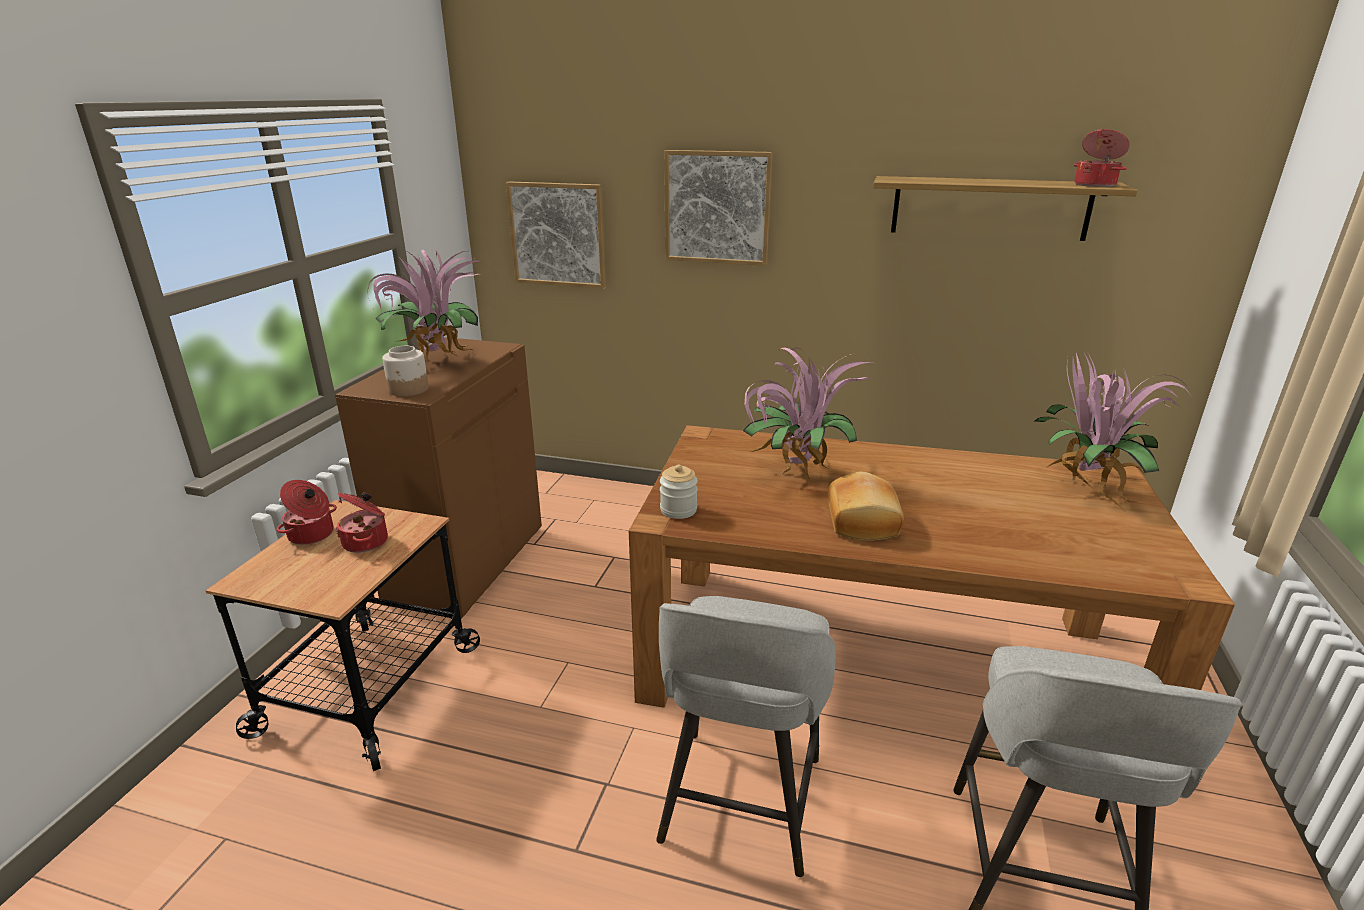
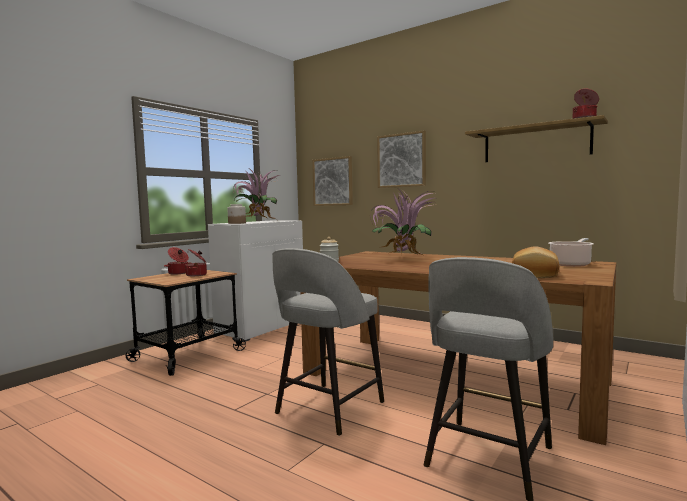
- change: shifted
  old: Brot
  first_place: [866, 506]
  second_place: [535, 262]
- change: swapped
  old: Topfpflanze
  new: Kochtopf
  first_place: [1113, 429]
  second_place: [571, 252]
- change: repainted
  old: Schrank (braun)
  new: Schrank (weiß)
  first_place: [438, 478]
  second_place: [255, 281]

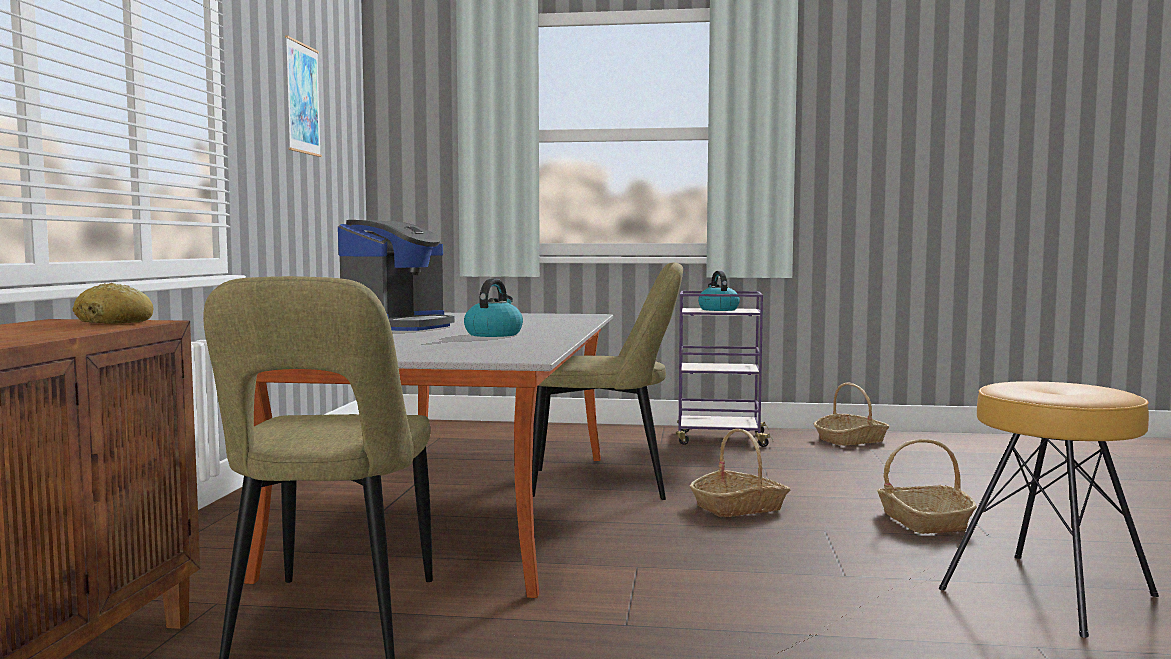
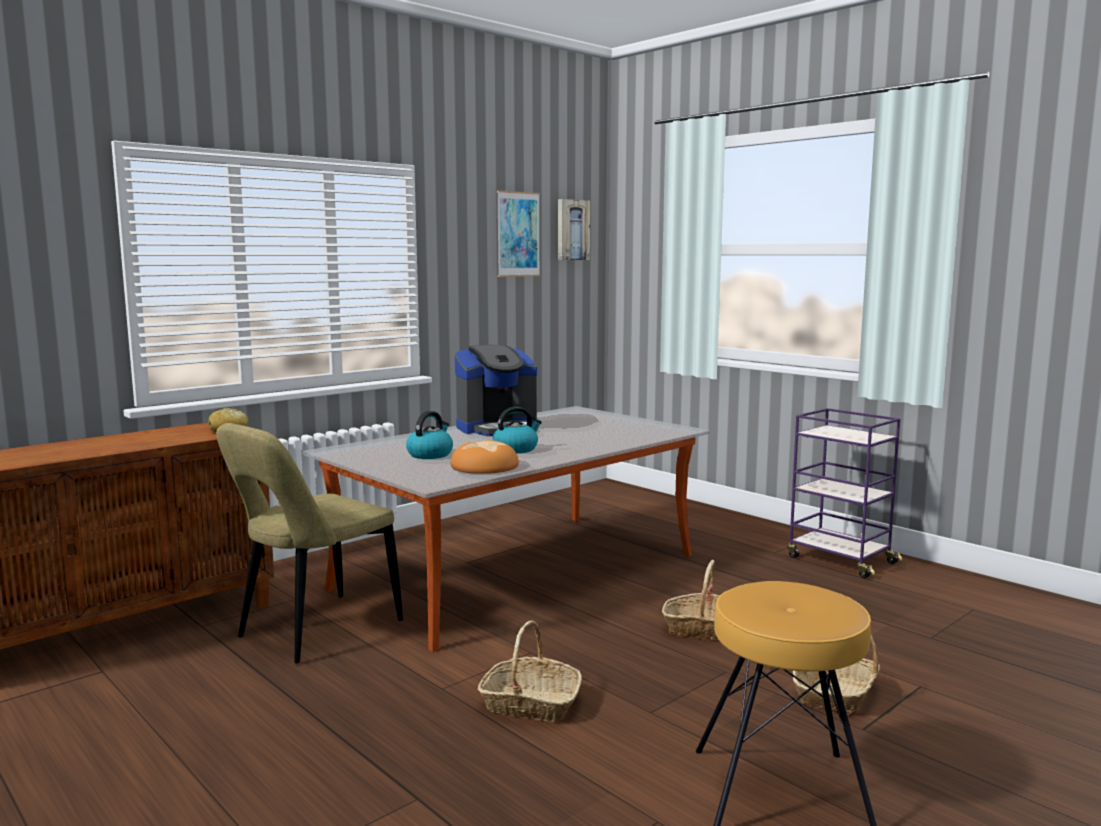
- change: gone
  old: Stuhl (beige)
  first_place: [607, 381]
- change: new
  new: Brot
  second_place: [484, 457]
- change: new
  new: Bild
  second_place: [574, 229]
- change: shifted
  old: Wasserkessel
  first_place: [719, 291]
  second_place: [429, 435]
- change: shifted
  old: Korb
  first_place: [852, 414]
  second_place: [530, 671]

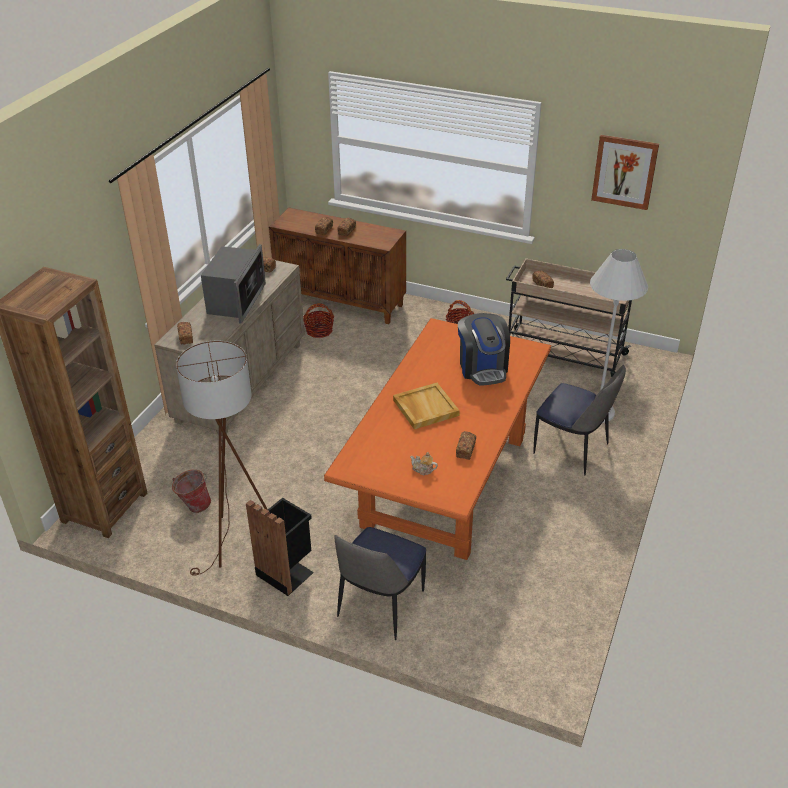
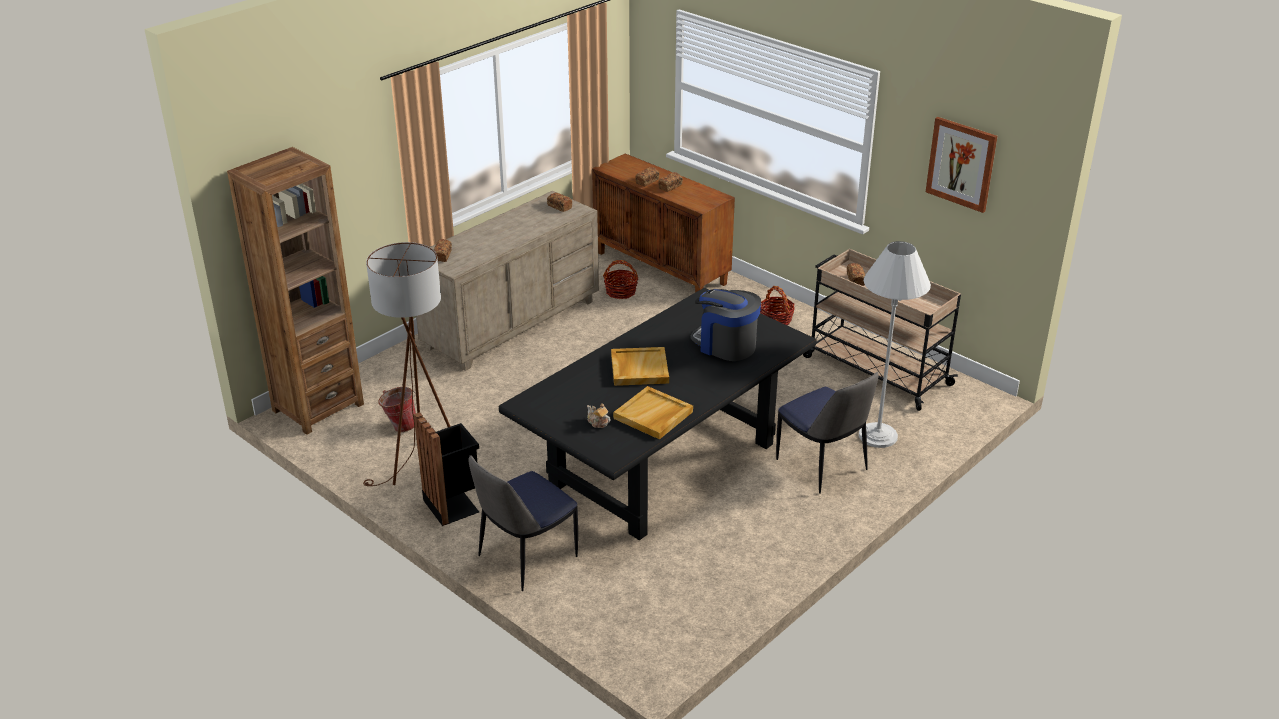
- change: gone
  old: Mikrowelle
  first_place: [233, 284]
- change: swapped
  old: Brot
  new: Tablett (beige)
  first_place: [466, 445]
  second_place: [653, 413]
- change: repainted
  old: Esstisch (orange)
  new: Esstisch (schwarz)
  first_place: [437, 439]
  second_place: [658, 414]
- change: rotated
  old: Kaffeemaschine
  first_place: [484, 349]
  second_place: [725, 325]
  degrees: 120

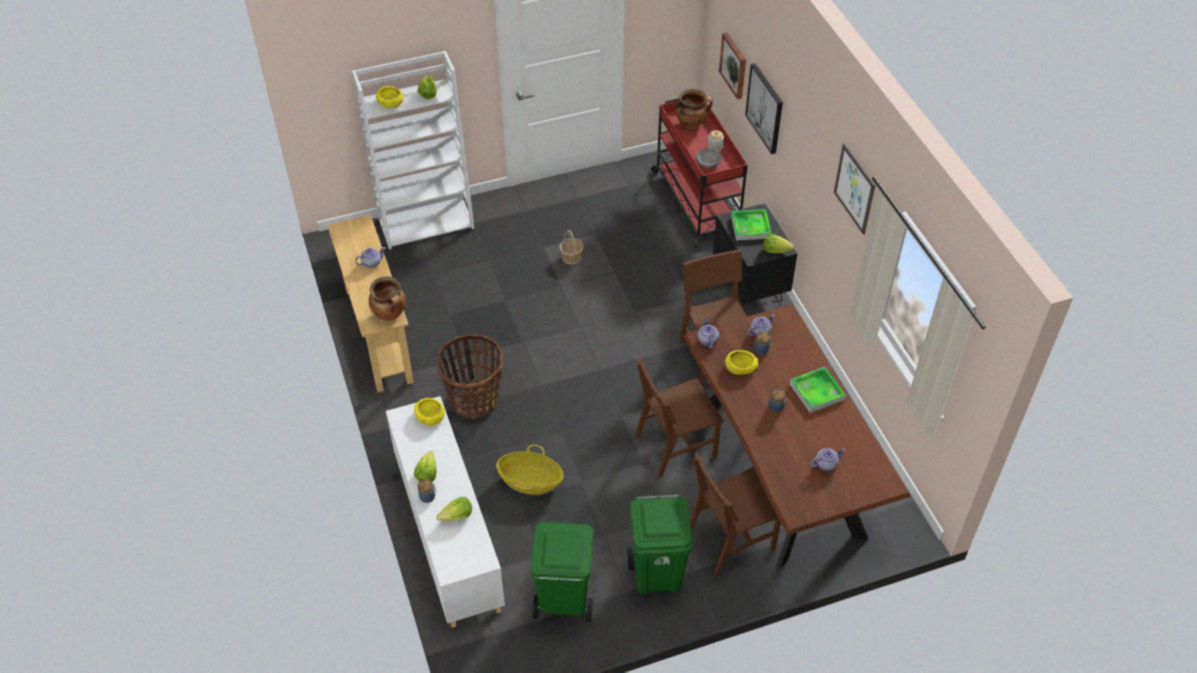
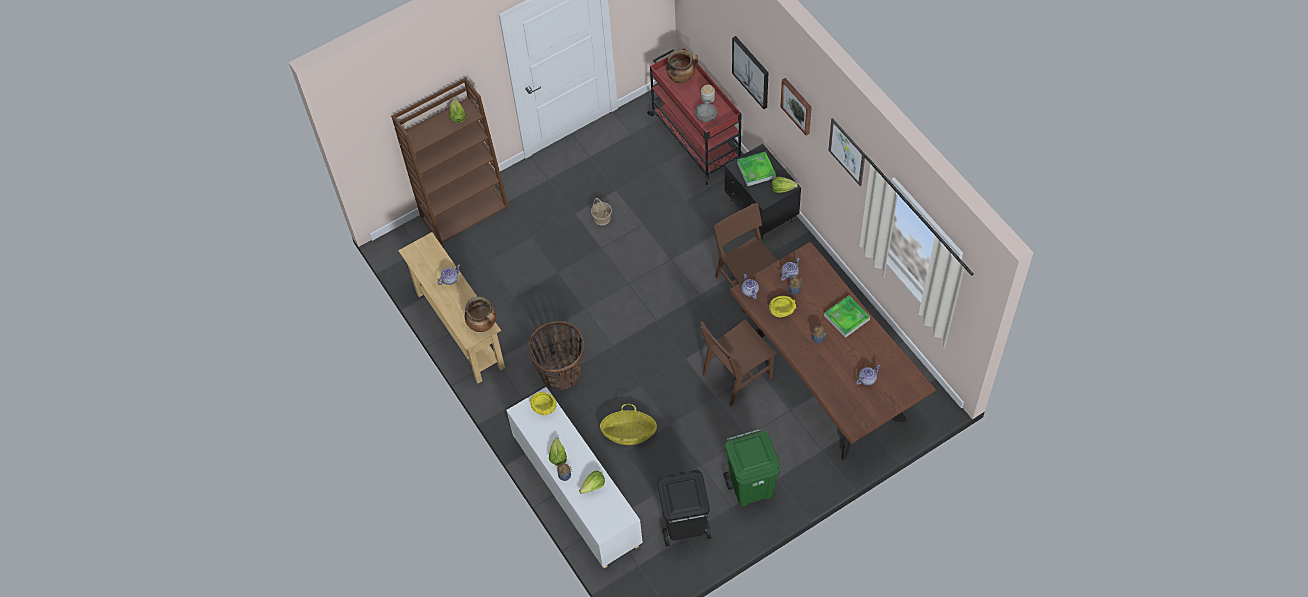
- change: gone
  old: Schüssel (gelb)
  first_place: [390, 97]
- change: gone
  old: Stuhl (braun)
  first_place: [735, 513]
- change: shifted
  old: Bild
  first_place: [732, 65]
  second_place: [796, 107]
- change: repainted
  old: Bücherregal (weiß)
  new: Bücherregal (braun)
  first_place: [413, 150]
  second_place: [450, 161]
- change: repainted
  old: Mülleimer (grün)
  new: Mülleimer (schwarz)
  first_place: [561, 572]
  second_place: [684, 508]

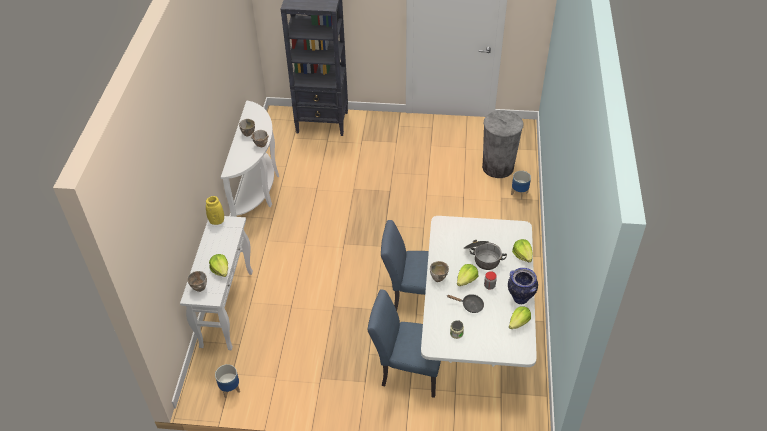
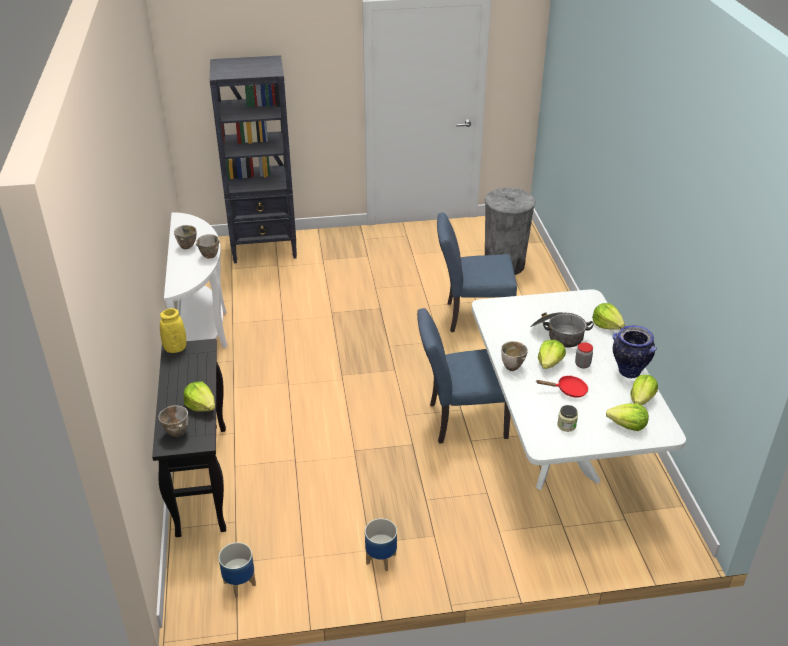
- change: new
  new: Salatkopf
  second_place: [627, 417]
- change: shifted
  old: Stuhl (blau)
  first_place: [404, 343]
  second_place: [477, 272]
- change: shifted
  old: Pflanzkübel
  first_place: [521, 185]
  second_place: [381, 544]
- change: repainted
  old: Konsolentisch (weiß)
  new: Konsolentisch (schwarz)
  first_place: [216, 283]
  second_place: [189, 438]
- change: repainted
  old: Pfanne (schwarz)
  new: Pfanne (rot)
  first_place: [465, 303]
  second_place: [562, 387]

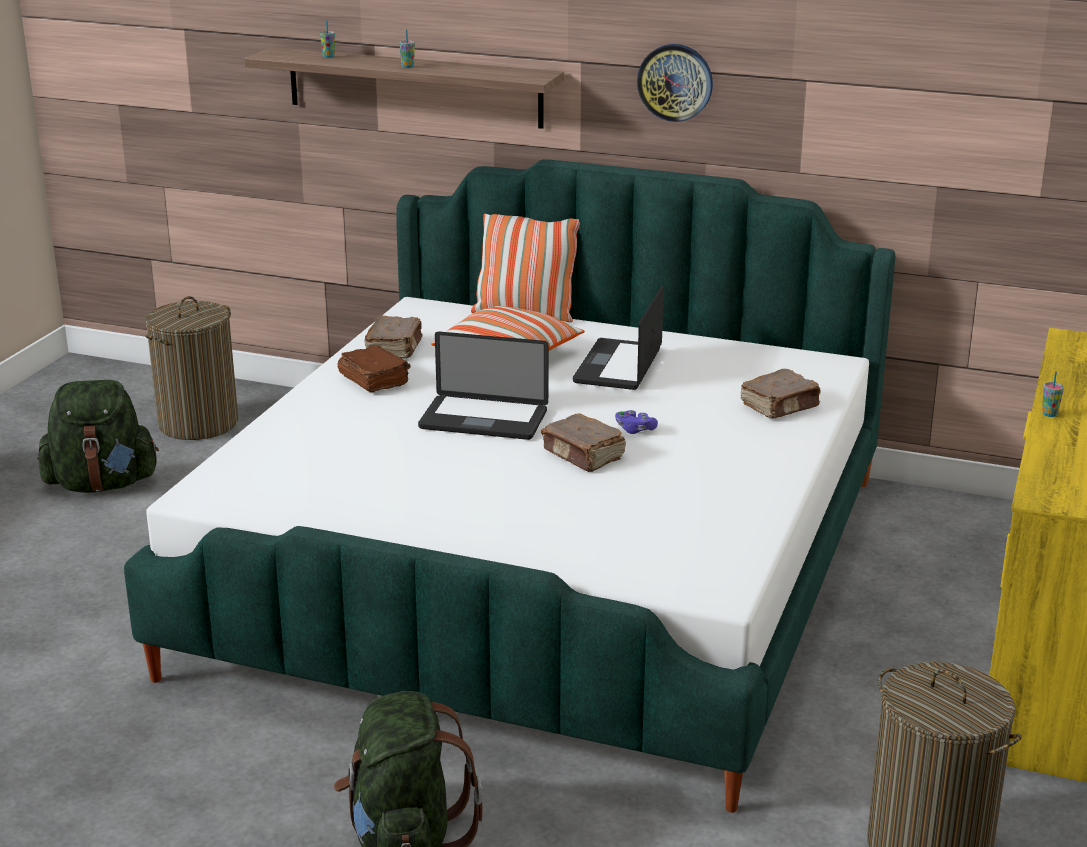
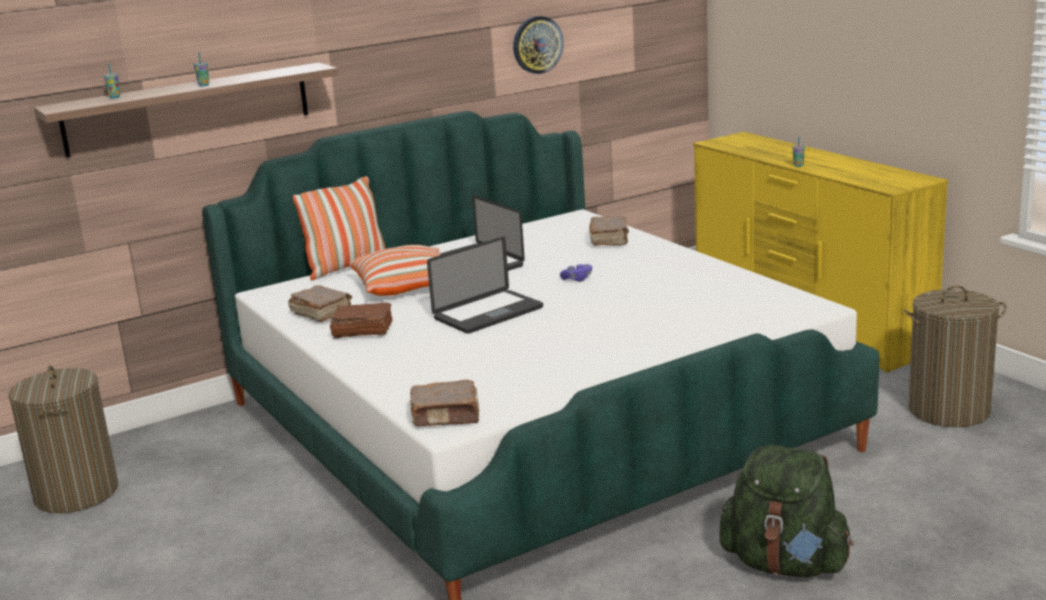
- change: gone
  old: Rucksack (grün)
  first_place: [98, 436]
- change: shifted
  old: Buch (braun)
  first_place: [583, 442]
  second_place: [445, 402]
- change: shifted
  old: Wanduhr
  first_place: [675, 83]
  second_place: [538, 45]

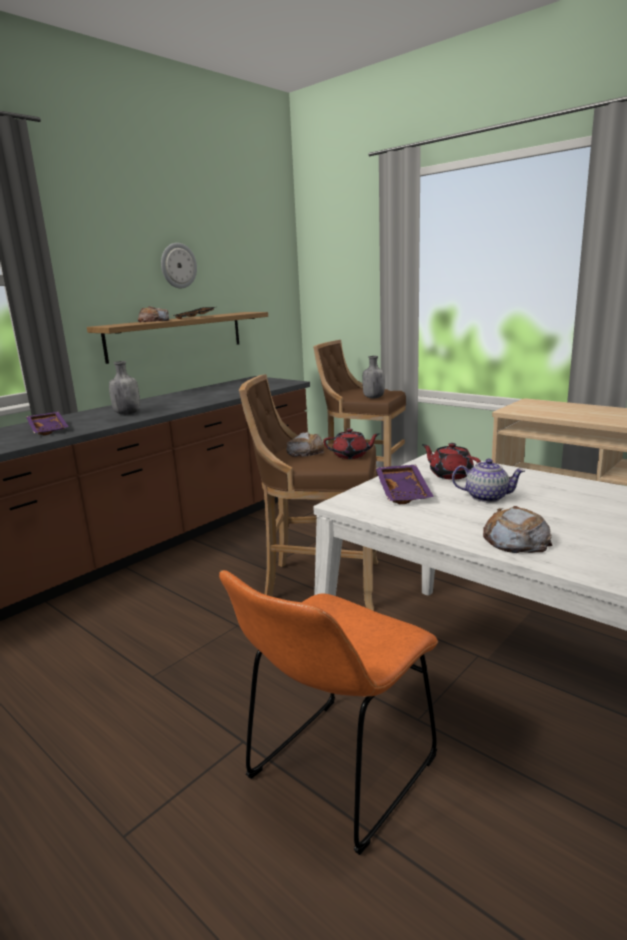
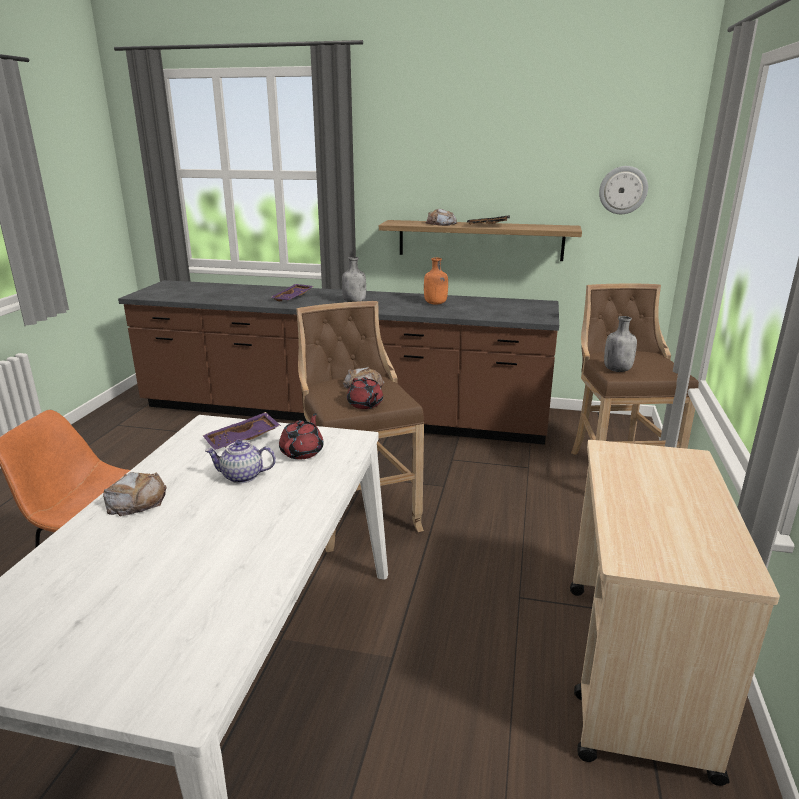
- change: new
  new: Flasche (orange)
  second_place: [436, 281]
- change: shifted
  old: Wanduhr
  first_place: [179, 265]
  second_place: [623, 190]
- change: rotated
  old: Teekanne
  first_place: [488, 480]
  second_place: [240, 461]
  degrees: 105

